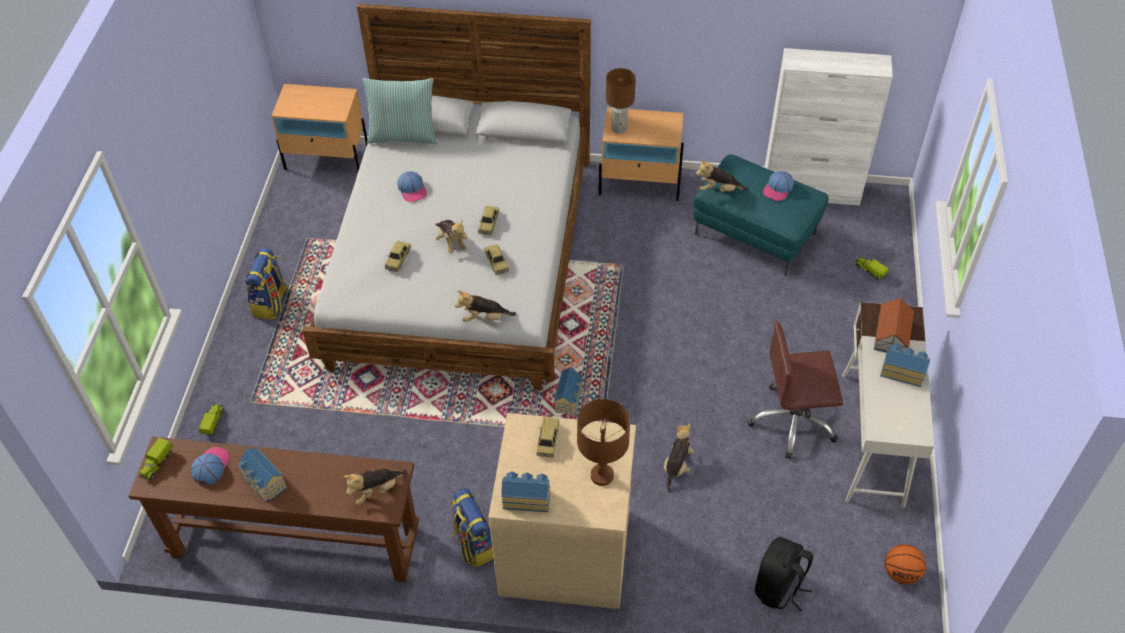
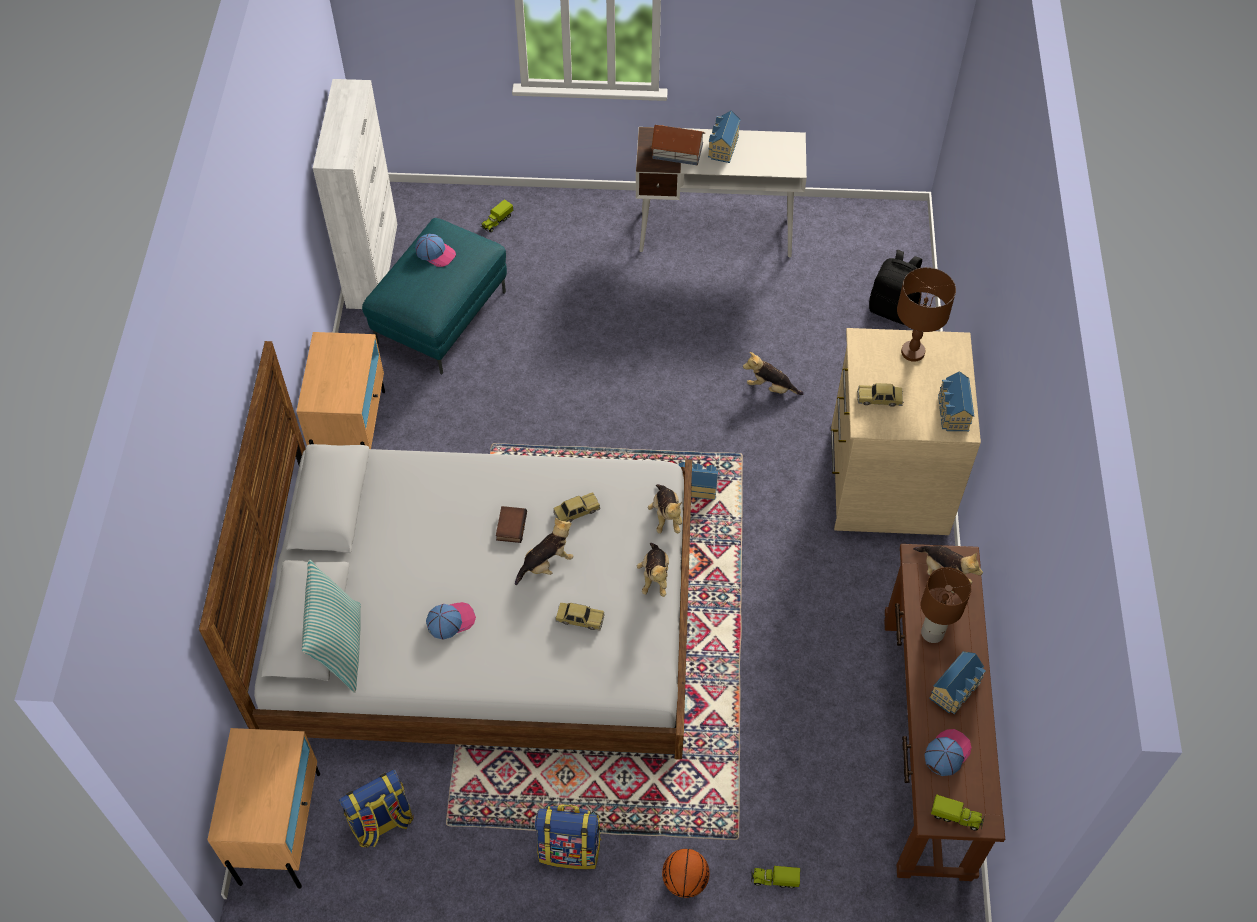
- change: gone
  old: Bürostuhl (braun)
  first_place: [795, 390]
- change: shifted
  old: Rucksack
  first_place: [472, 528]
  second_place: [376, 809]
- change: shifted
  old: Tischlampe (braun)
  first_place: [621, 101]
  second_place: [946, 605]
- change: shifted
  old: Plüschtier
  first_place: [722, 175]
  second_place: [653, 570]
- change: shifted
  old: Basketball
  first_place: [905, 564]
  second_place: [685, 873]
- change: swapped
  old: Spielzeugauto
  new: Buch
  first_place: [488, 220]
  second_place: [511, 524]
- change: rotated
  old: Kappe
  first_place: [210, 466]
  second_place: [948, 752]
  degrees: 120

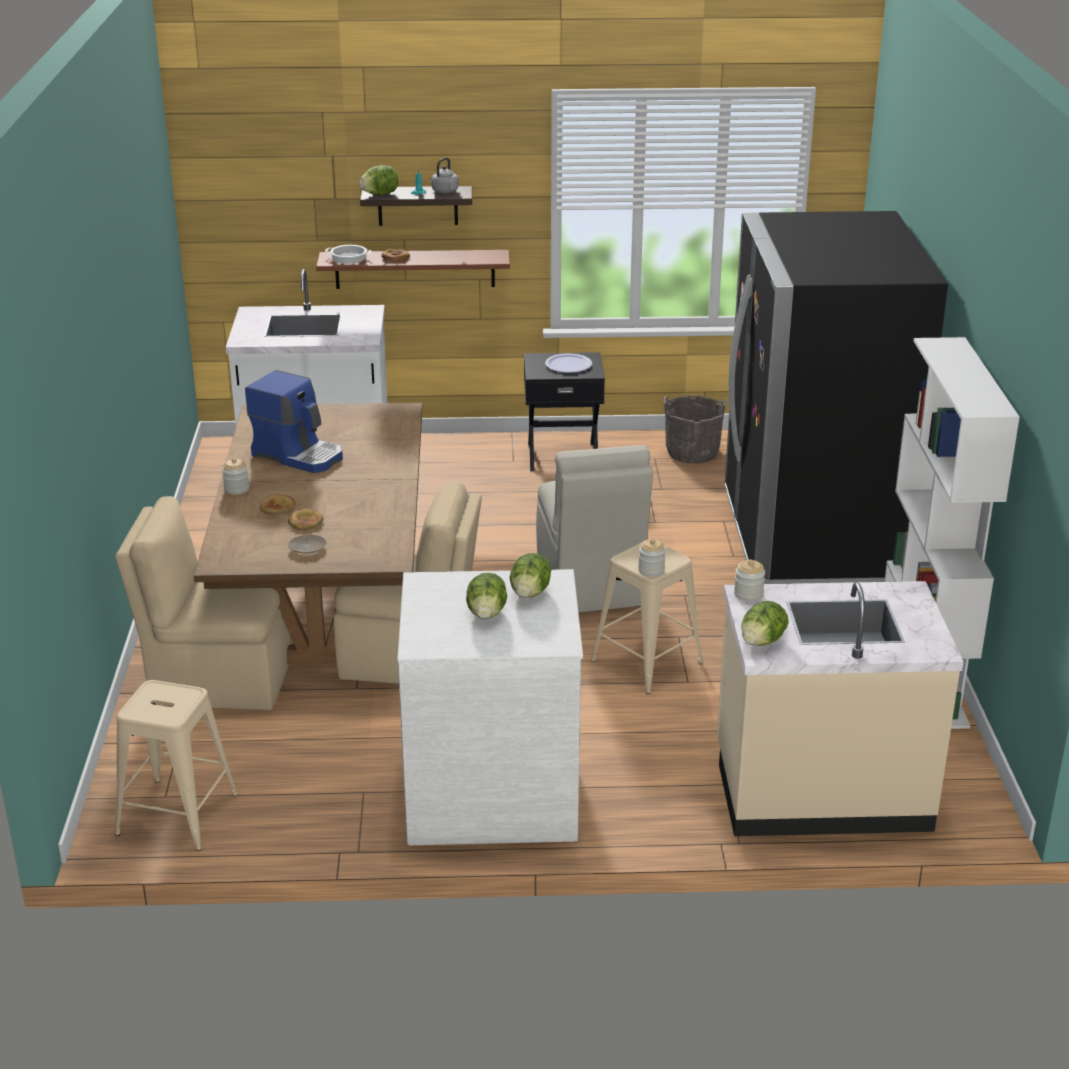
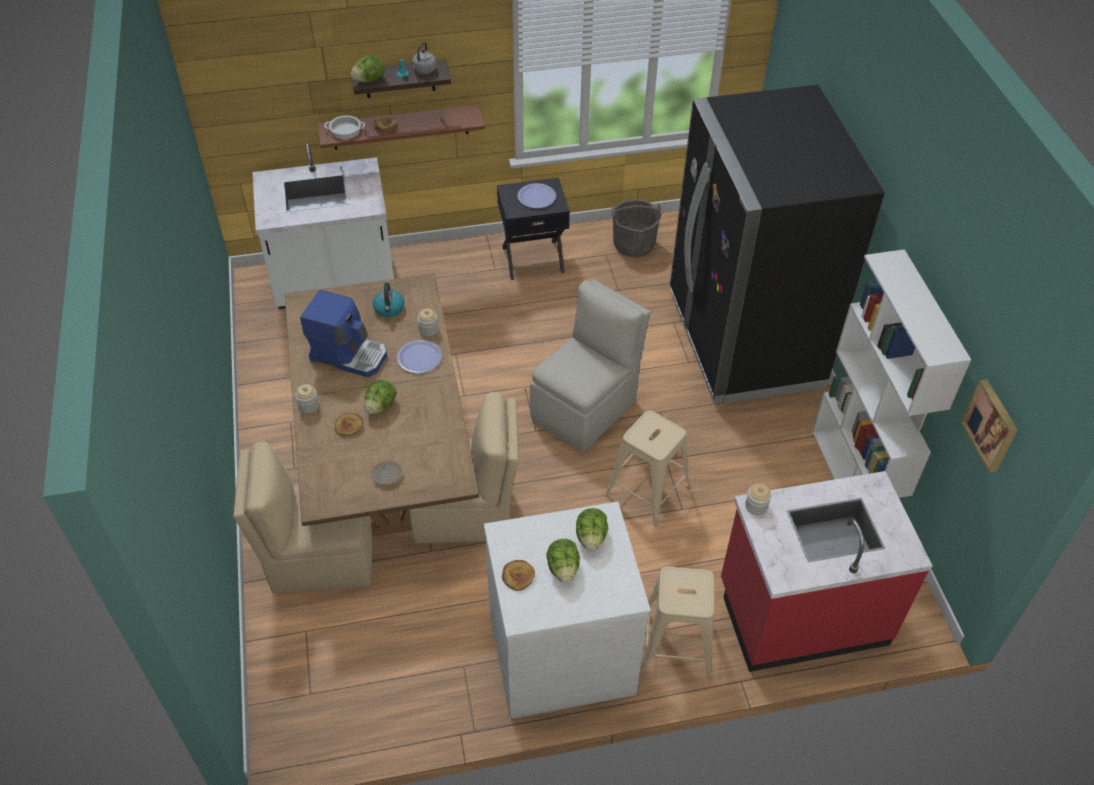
- change: new
  new: Wasserkessel
  second_place: [389, 300]
- change: new
  new: Teller
  second_place: [419, 357]
- change: new
  new: Bild
  second_place: [989, 425]
- change: shifted
  old: Hocker (beige)
  first_place: [176, 765]
  second_place: [678, 622]
- change: shifted
  old: Brot
  first_place: [306, 520]
  second_place: [518, 575]
- change: shifted
  old: Vorratsglas
  first_place: [652, 558]
  second_place: [427, 322]
- change: shifted
  old: Salatkopf
  first_place: [765, 623]
  second_place: [380, 397]
- change: repainted
  old: Küchenzeile (beige)
  new: Küchenzeile (rot)
  first_place: [840, 708]
  second_place: [826, 571]
- change: rotated
  old: Stuhl (beige)
  first_place: [594, 528]
  second_place: [590, 366]
  degrees: -120

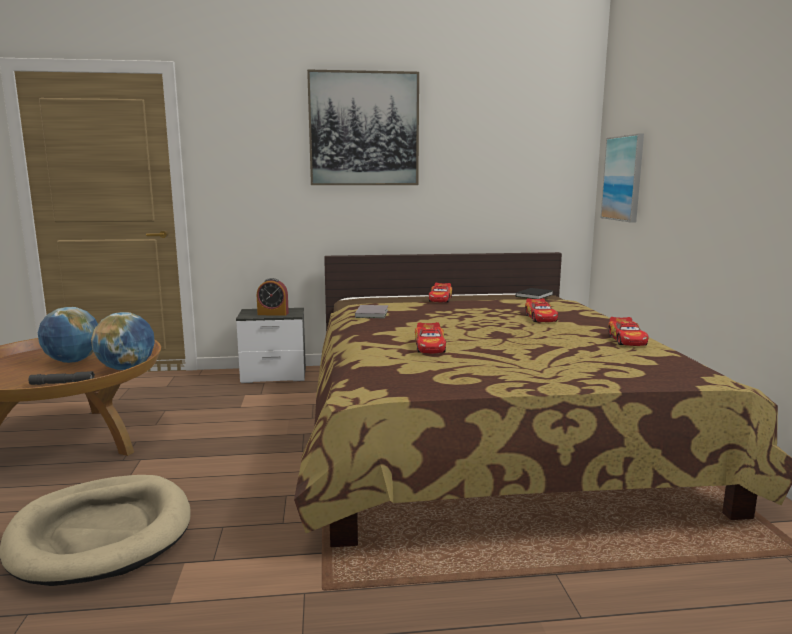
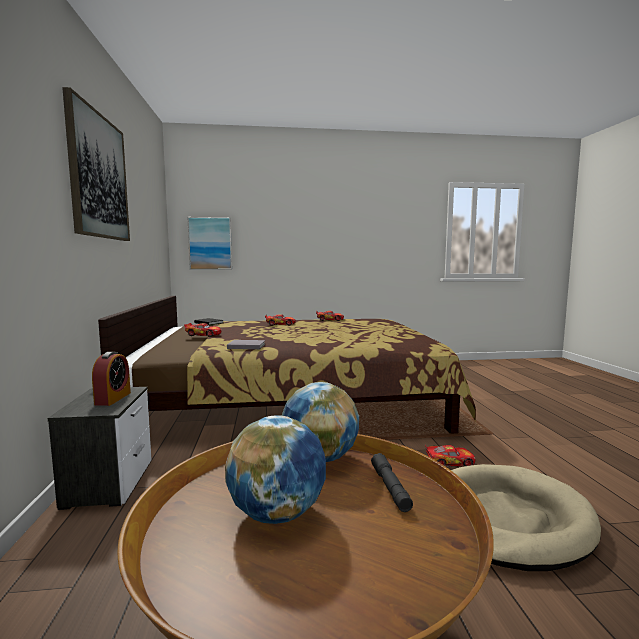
- change: shifted
  old: Spielzeugauto
  first_place: [430, 337]
  second_place: [450, 456]

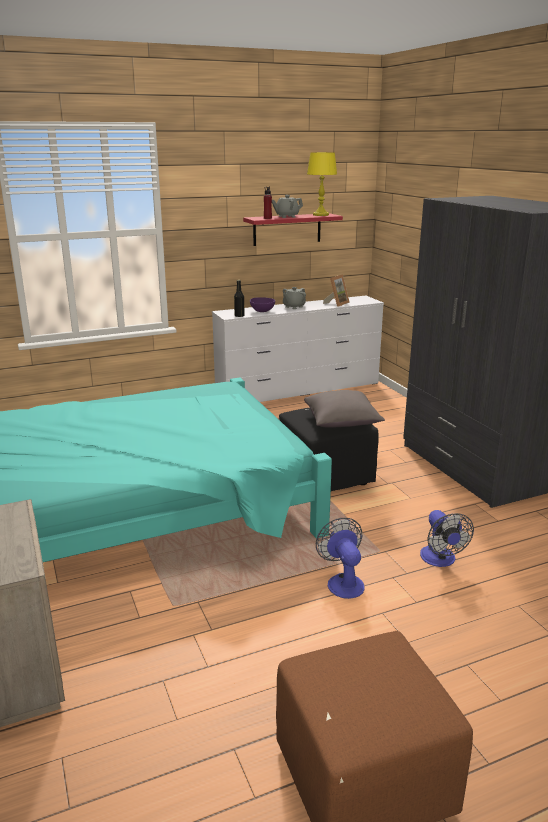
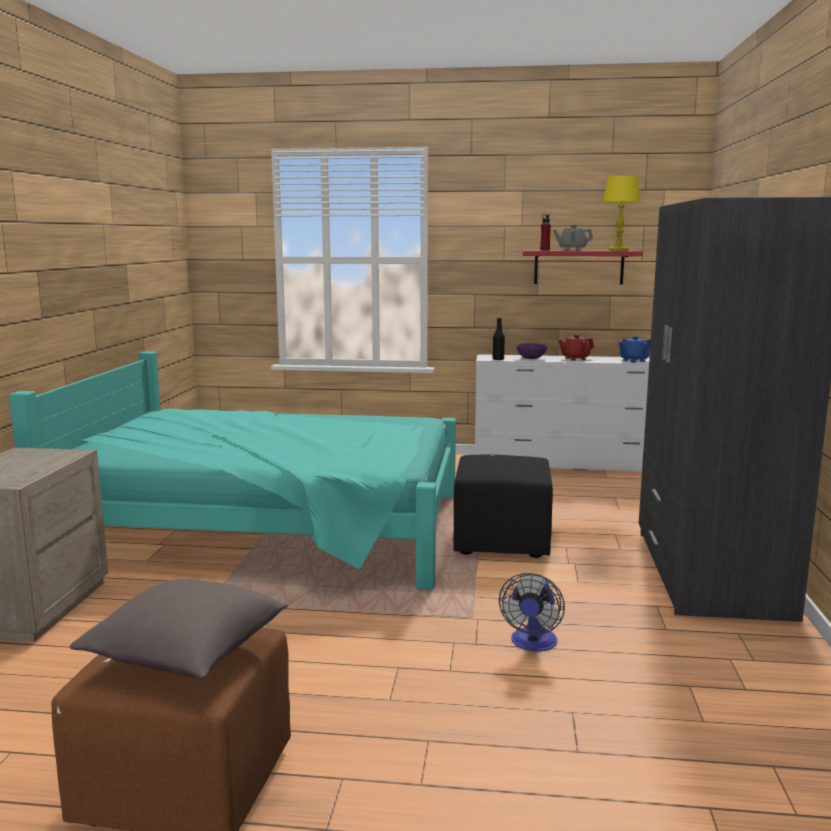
- change: gone
  old: Ventilator
  first_place: [340, 558]
- change: shifted
  old: Kissen (grau)
  first_place: [344, 409]
  second_place: [179, 628]
- change: swapped
  old: Bilderrahmen
  new: Teekanne (blau)
  first_place: [336, 290]
  second_place: [635, 349]
- change: repainted
  old: Teekanne (grau)
  new: Teekanne (rot)
  first_place: [294, 298]
  second_place: [576, 347]

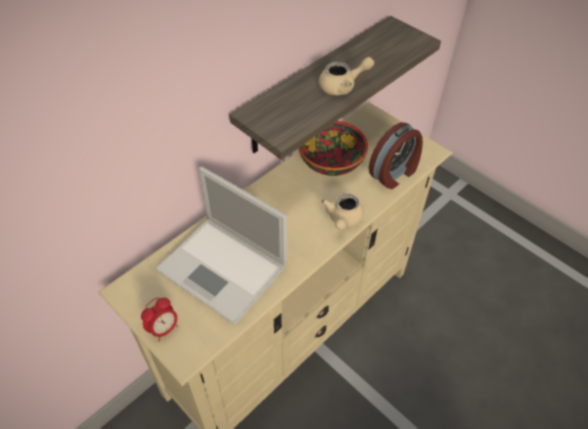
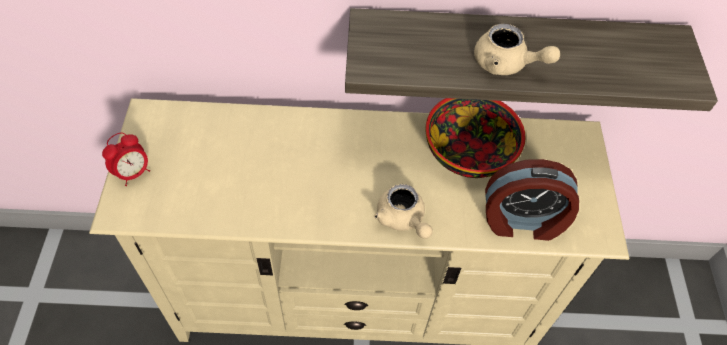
- change: gone
  old: Laptop
  first_place: [221, 246]
- change: rotated
  old: Wecker
  first_place: [159, 319]
  second_place: [126, 159]
  degrees: -45
- change: rotated
  old: Teekanne (beige)
  first_place: [342, 211]
  second_place: [403, 211]
  degrees: -90

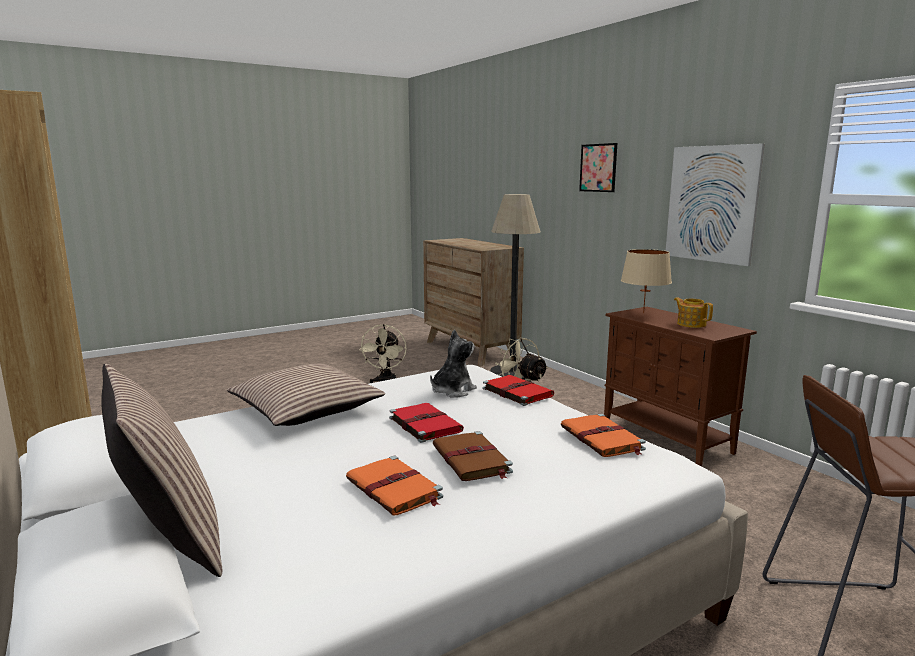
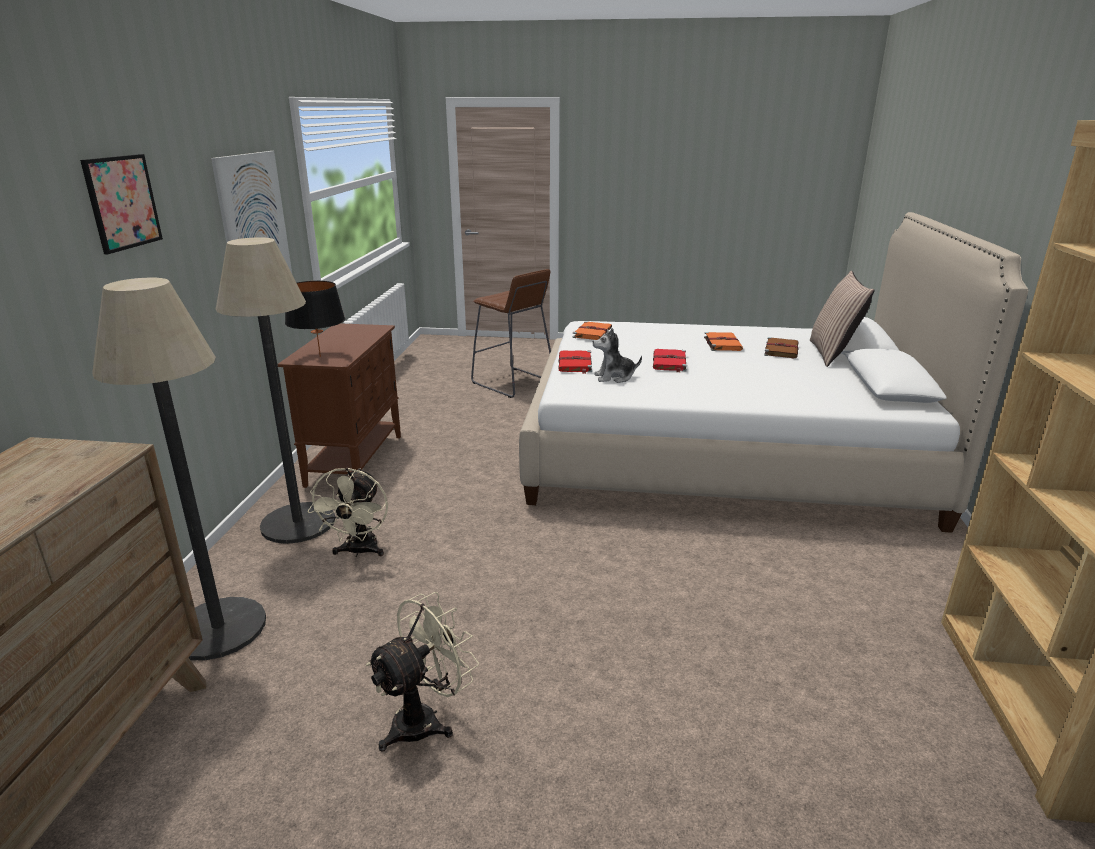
- change: gone
  old: Kissen
  first_place: [306, 395]
- change: gone
  old: Teekanne
  first_place: [693, 312]
- change: new
  new: Stehlampe
  second_place: [275, 390]
- change: shifted
  old: Buch (braun)
  first_place: [473, 456]
  second_place: [781, 347]
- change: repainted
  old: Tischlampe (beige)
  new: Tischlampe (schwarz)
  first_place: [646, 281]
  second_place: [315, 319]

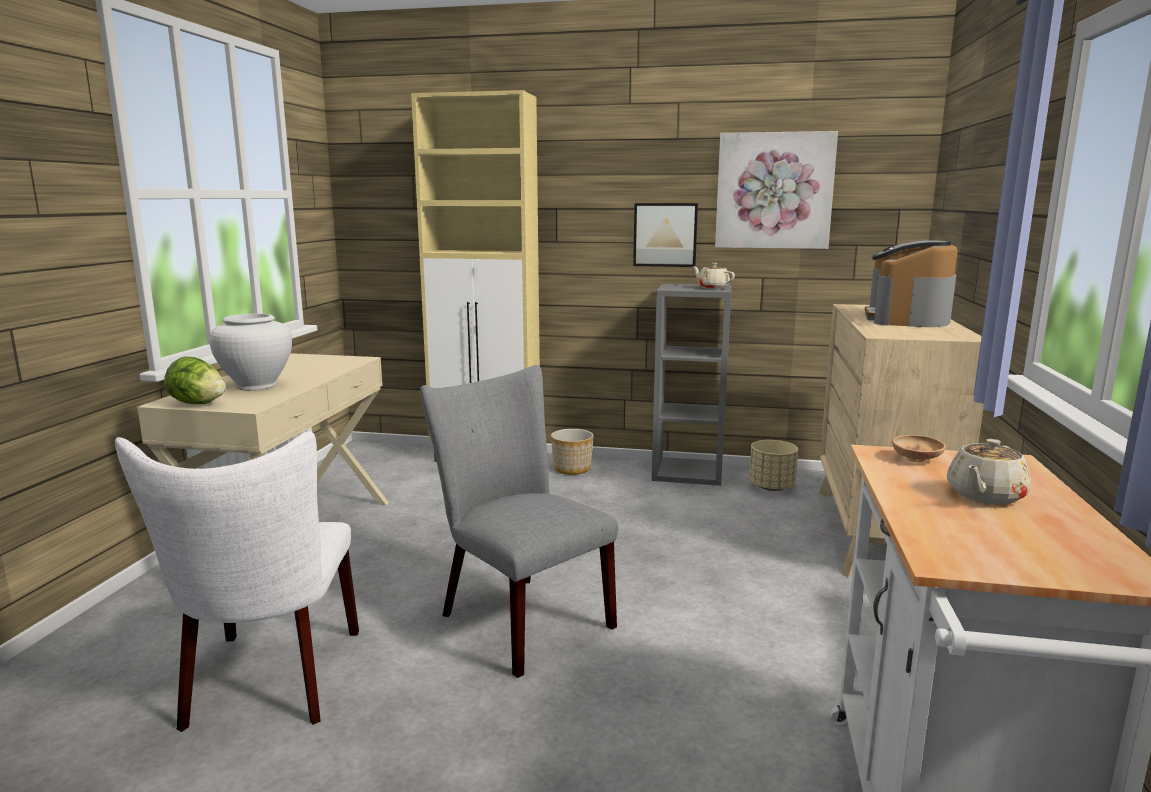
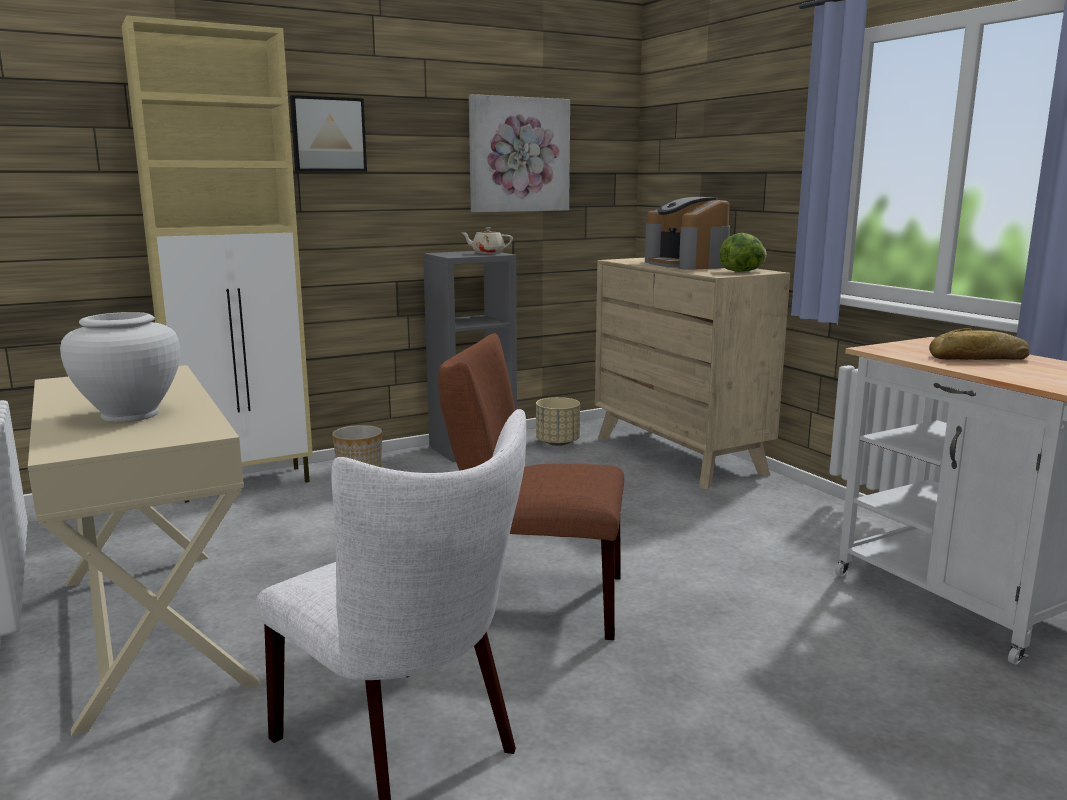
- change: gone
  old: Schüssel (braun)
  first_place: [919, 448]
- change: shifted
  old: Salatkopf
  first_place: [195, 380]
  second_place: [743, 252]
- change: shifted
  old: Bild
  first_place: [665, 235]
  second_place: [328, 133]
- change: swapped
  old: Teekanne (beige)
  new: Brot
  first_place: [989, 472]
  second_place: [979, 344]
- change: repainted
  old: Stuhl (grau)
  new: Stuhl (braun)
  first_place: [519, 521]
  second_place: [531, 486]

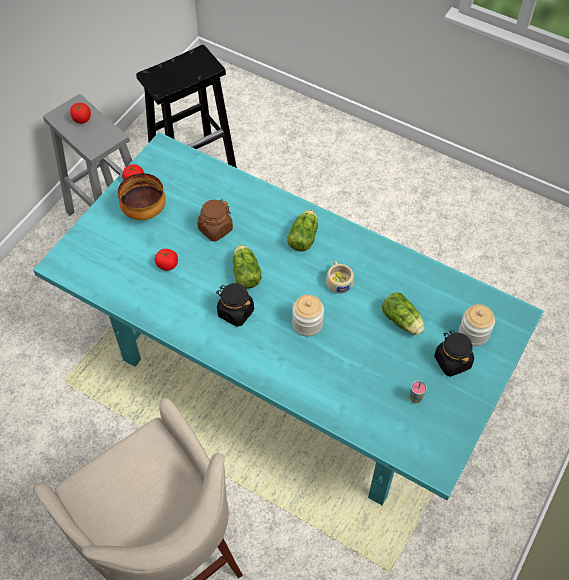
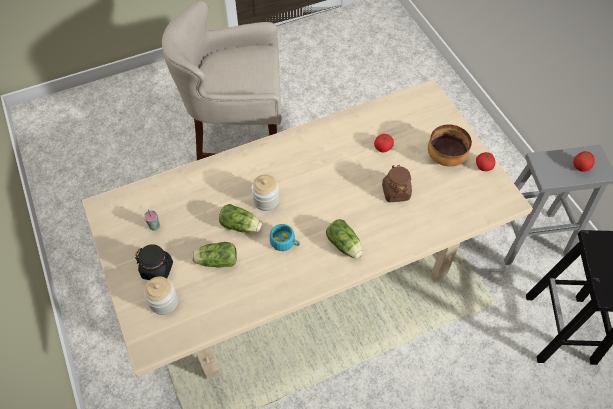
- change: gone
  old: Vorratsglas (schwarz)
  first_place: [235, 305]
- change: shifted
  old: Salatkopf
  first_place: [247, 267]
  second_place: [240, 218]
- change: repainted
  old: Esstisch (türkis)
  new: Esstisch (beige)
  first_place: [288, 318]
  second_place: [307, 229]
- change: repainted
  old: Tasse (beige)
  new: Tasse (türkis)
  first_place: [340, 277]
  second_place: [285, 237]

